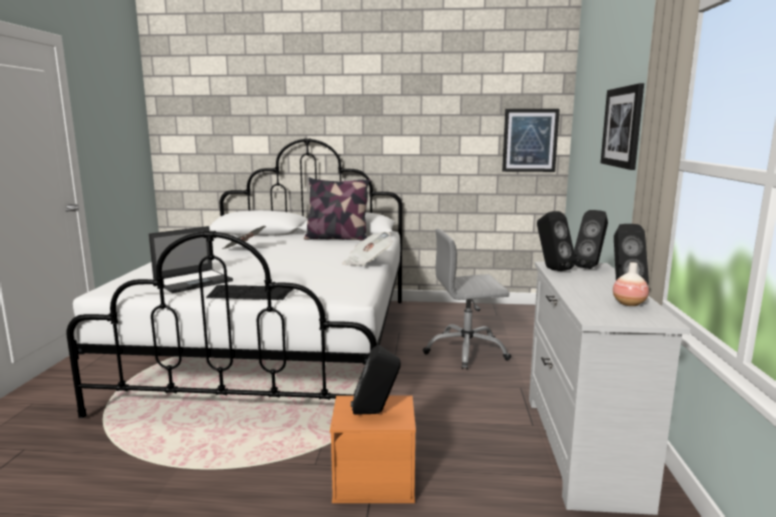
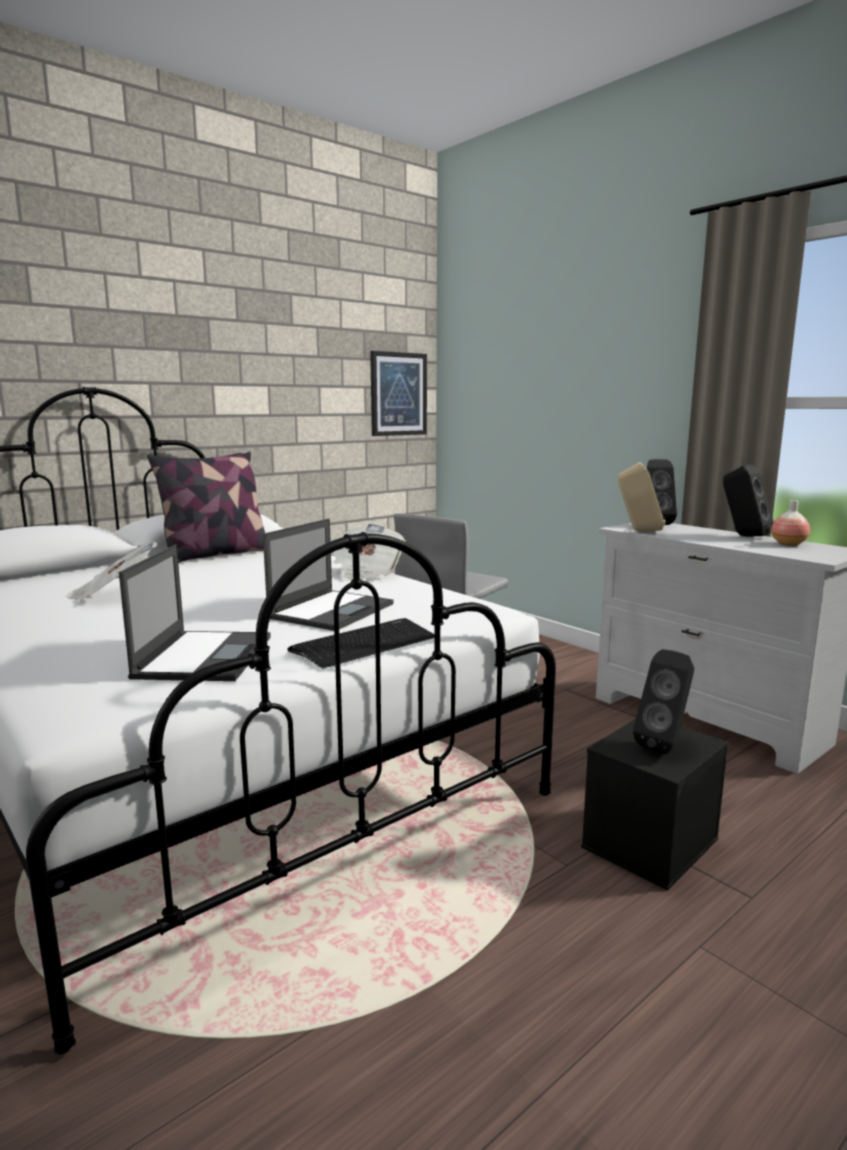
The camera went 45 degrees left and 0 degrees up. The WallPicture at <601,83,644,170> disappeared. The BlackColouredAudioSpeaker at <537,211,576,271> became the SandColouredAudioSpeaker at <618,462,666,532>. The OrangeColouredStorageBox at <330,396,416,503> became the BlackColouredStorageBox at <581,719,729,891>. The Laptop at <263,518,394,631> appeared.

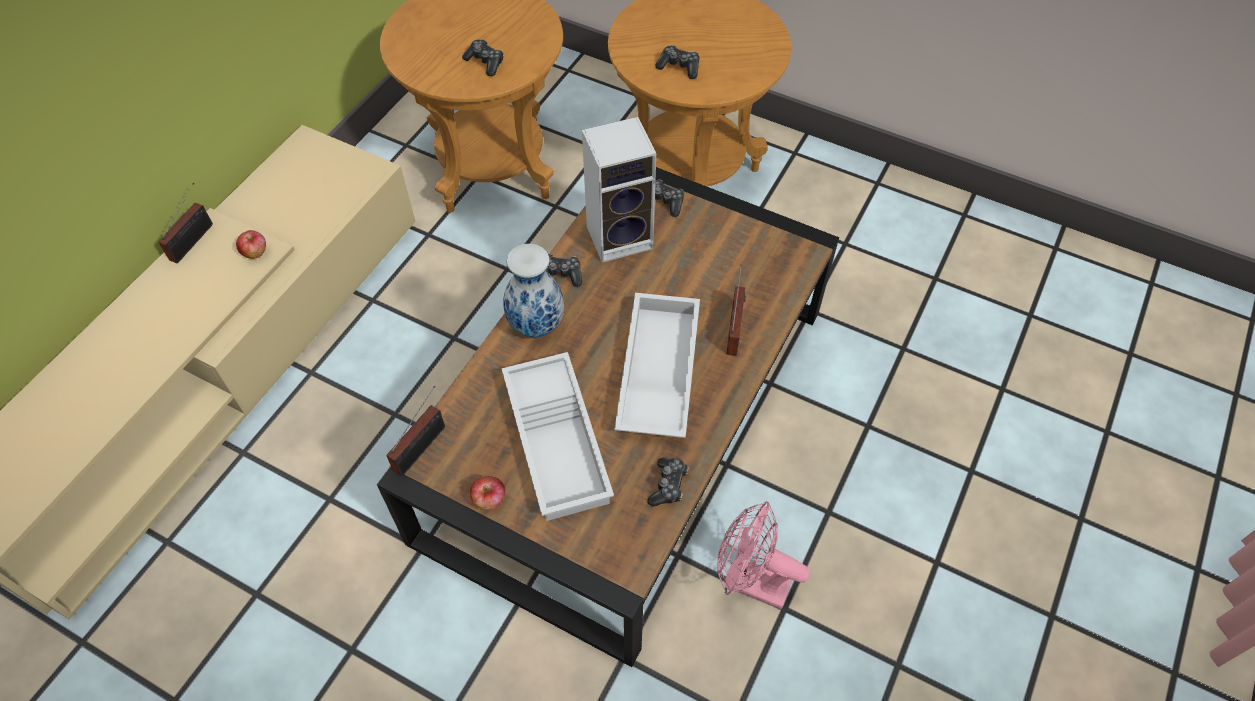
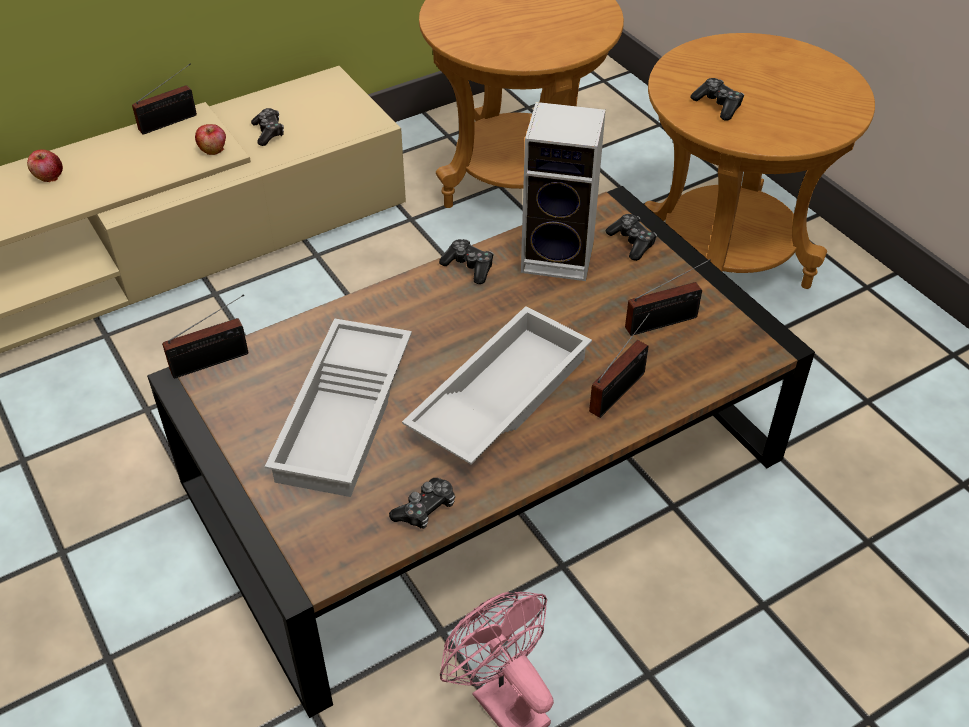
The camera went 30 degrees right and 10 degrees down. The GameController moved from <462,39,503,76> to <251,108,284,146>. The Vase at <503,244,564,337> disappeared. The AppleFruit moved from <470,476,505,510> to <27,149,63,182>. The Radio at <625,259,711,336> appeared.

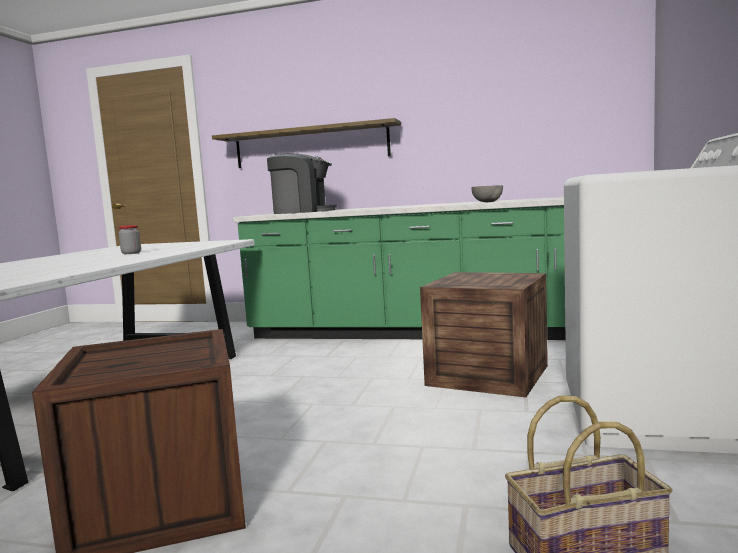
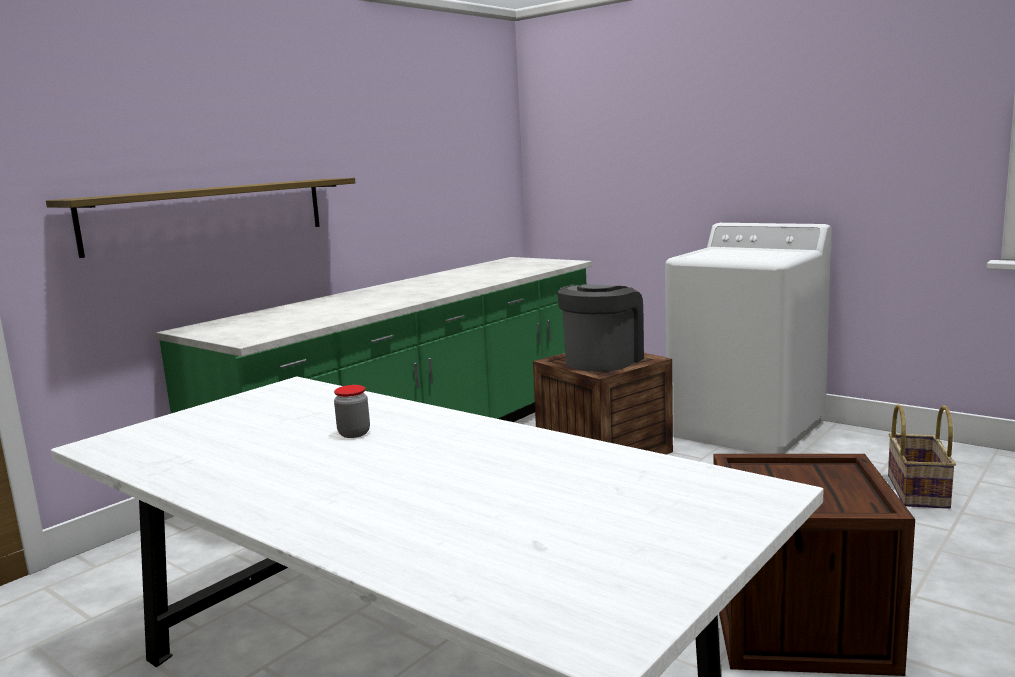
The camera went 65 degrees left and 5 degrees up. The CoffeeMachine moved from <267,153,337,214> to <557,284,644,371>. The GrayBowl at <471,185,503,202> disappeared.

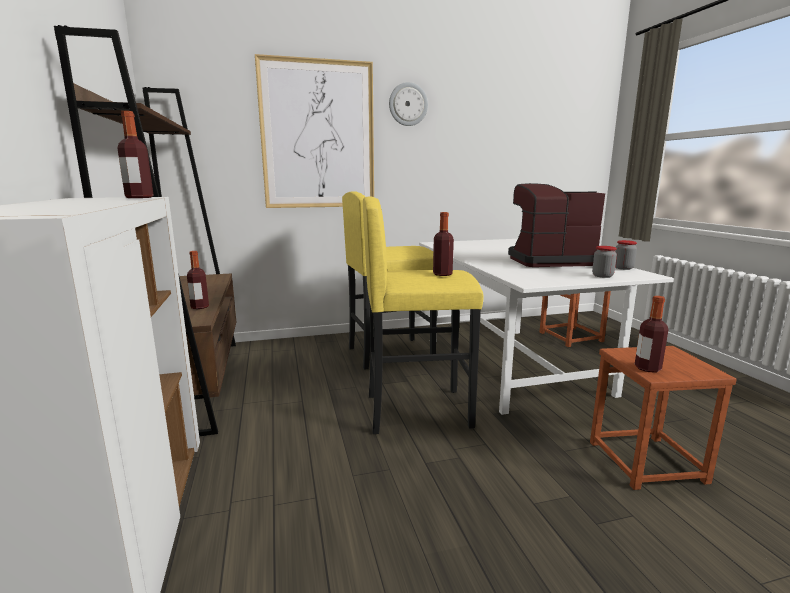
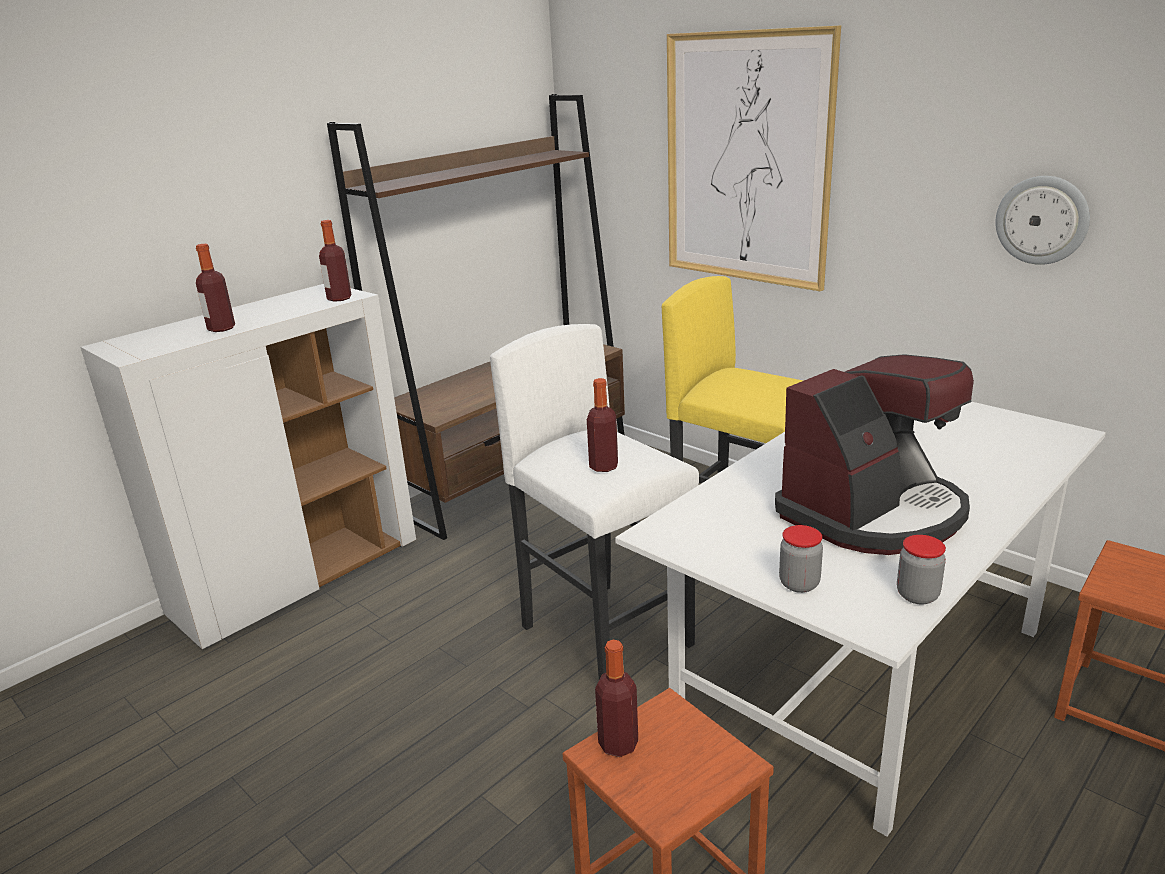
The camera went 60 degrees right and 10 degrees up. The HangingClock moved from <389,82,428,126> to <995,176,1090,265>. The CoffeeMachine at <508,183,605,267> turned 90 degrees clockwise. The YellowishStoolSeat at <363,197,484,434> became the WhiteStoolSeat at <490,324,699,679>. The DrinkBottle moved from <187,251,209,309> to <196,244,235,332>.

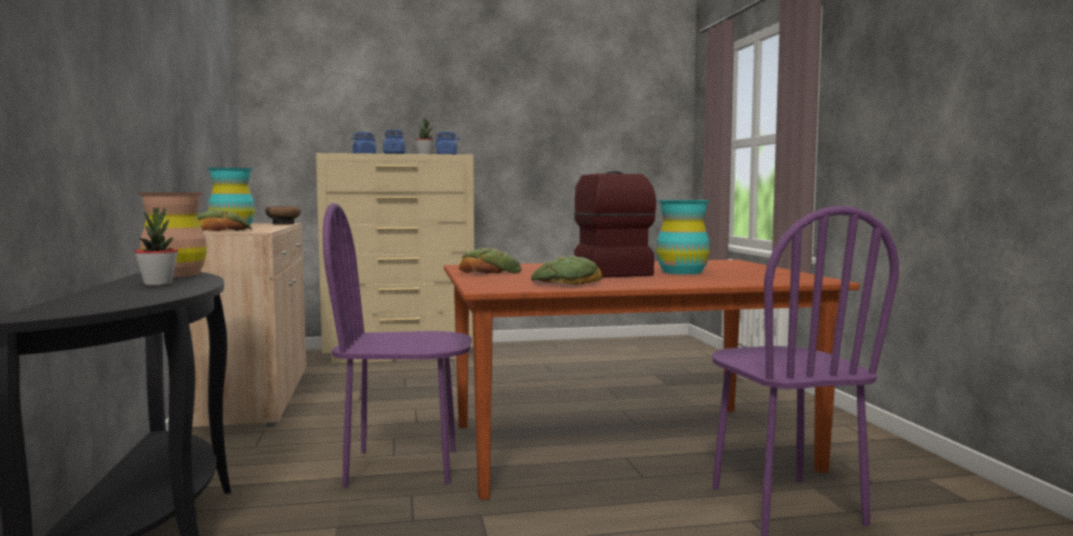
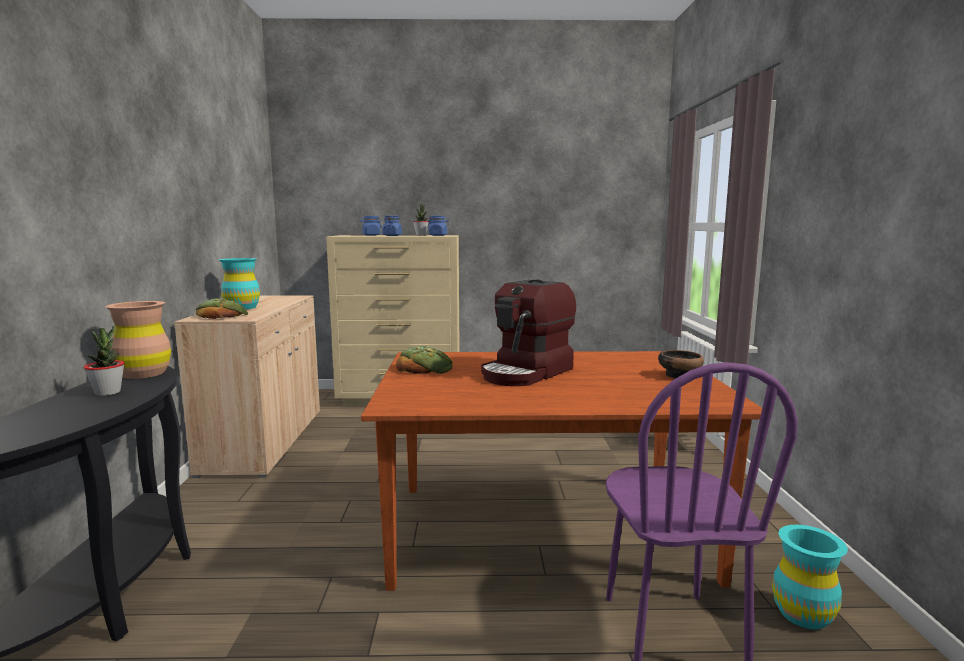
The camera went 10 degrees right and 5 degrees up. The CoffeeMachine at <567,171,656,277> turned 135 degrees counterclockwise. The TurquoiseColouredVase moved from <656,200,710,274> to <772,525,848,629>. The PurplishUprightChair at <323,203,472,488> disappeared. The Bowl moved from <265,206,301,225> to <658,350,704,379>. The Bread at <531,256,602,285> disappeared.

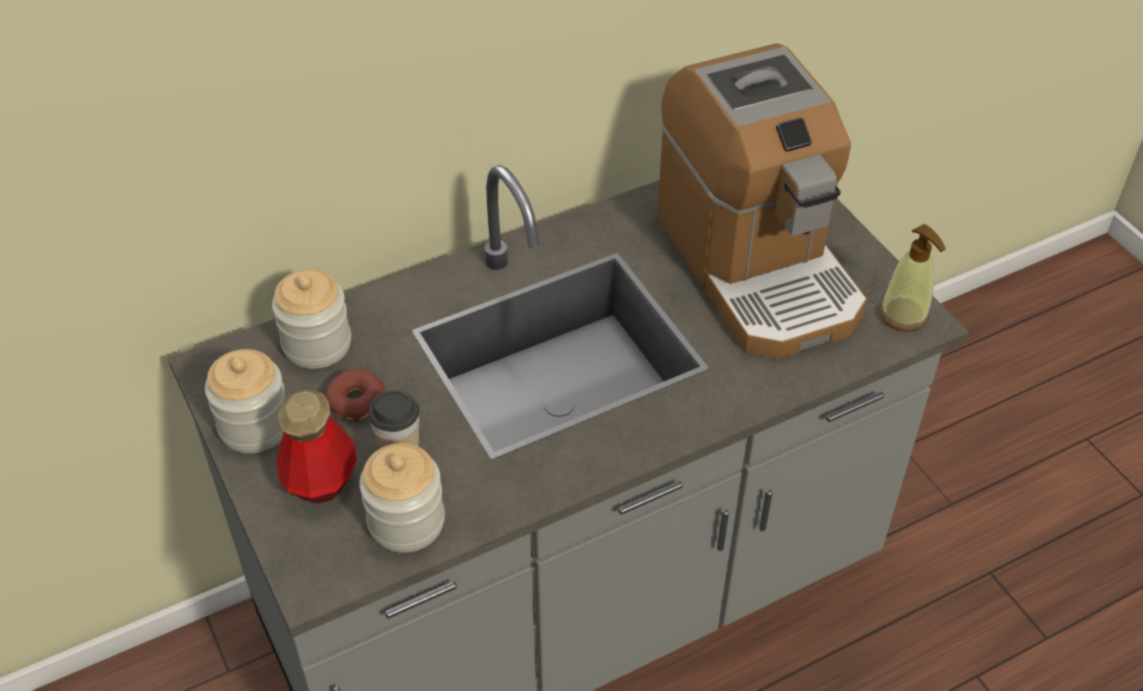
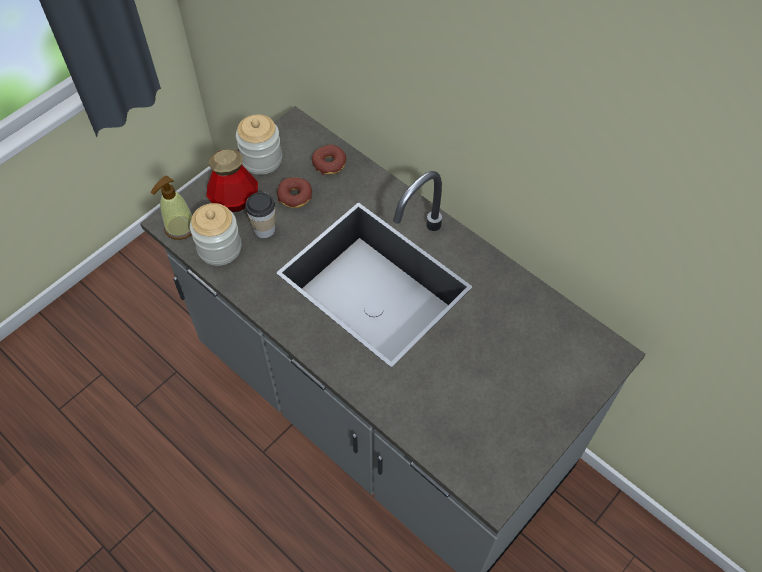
The camera went 70 degrees right and 10 degrees up. The CoffeeMachine at <657,43,867,359> disappeared. The SoapDispenser moved from <879,224,946,332> to <151,175,192,240>. The Jar at <272,269,351,369> was replaced by the RingDoughnut at <312,145,346,175>.

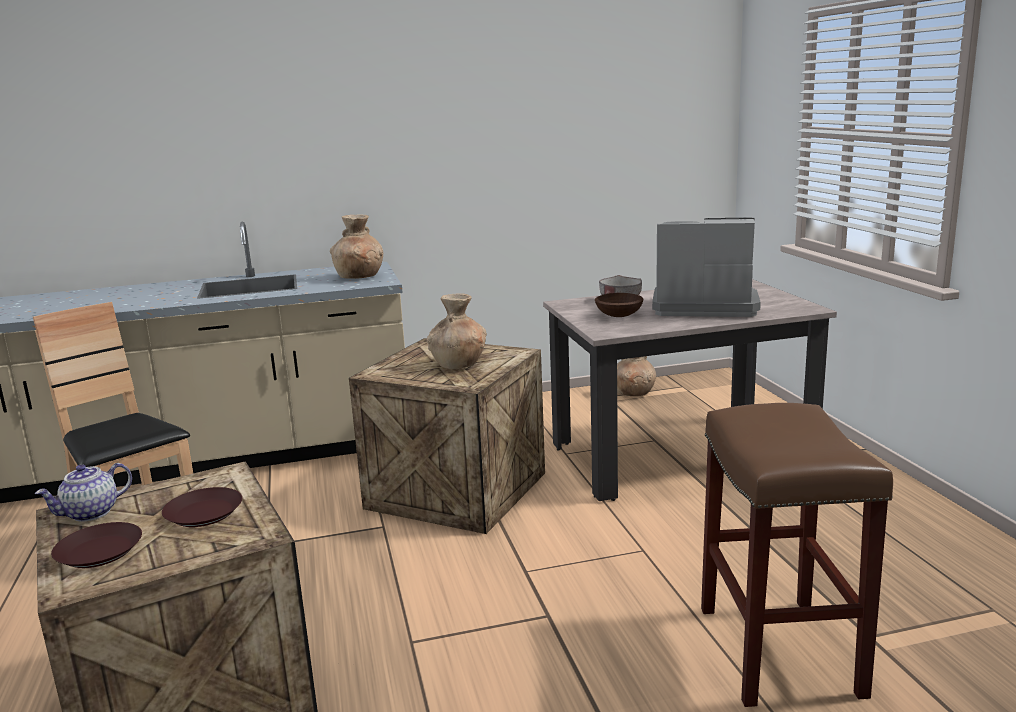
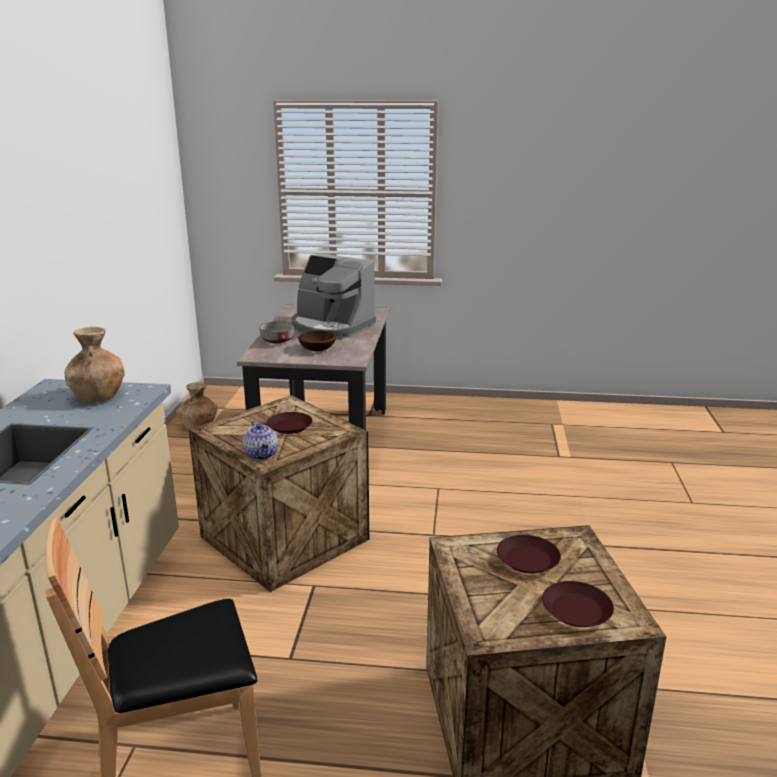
The camera went 70 degrees left and 5 degrees up. The CoffeeMachine at <652,217,761,317> turned 90 degrees counterclockwise. The BrownVase at <427,293,487,369> was replaced by the BrownDinnerPlate at <267,412,312,434>. The BrownStoolSeat at <701,403,893,707> disappeared. The TeaPot moved from <35,463,132,522> to <243,421,278,460>.

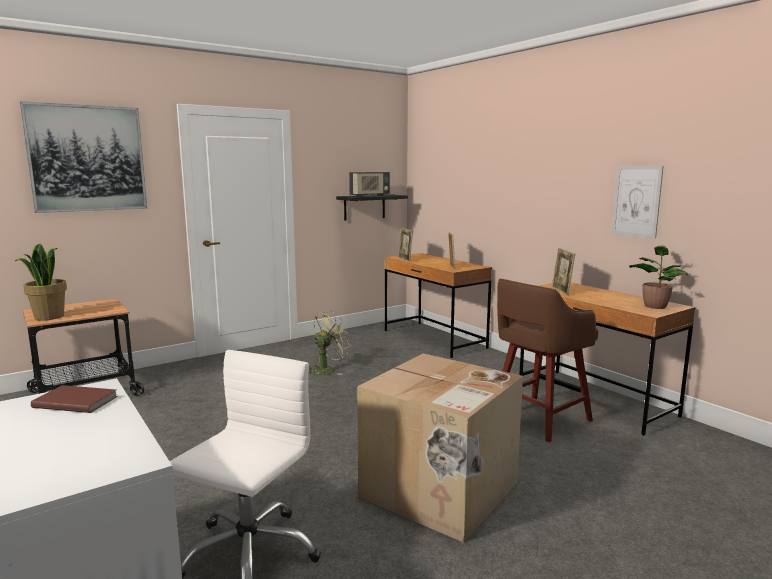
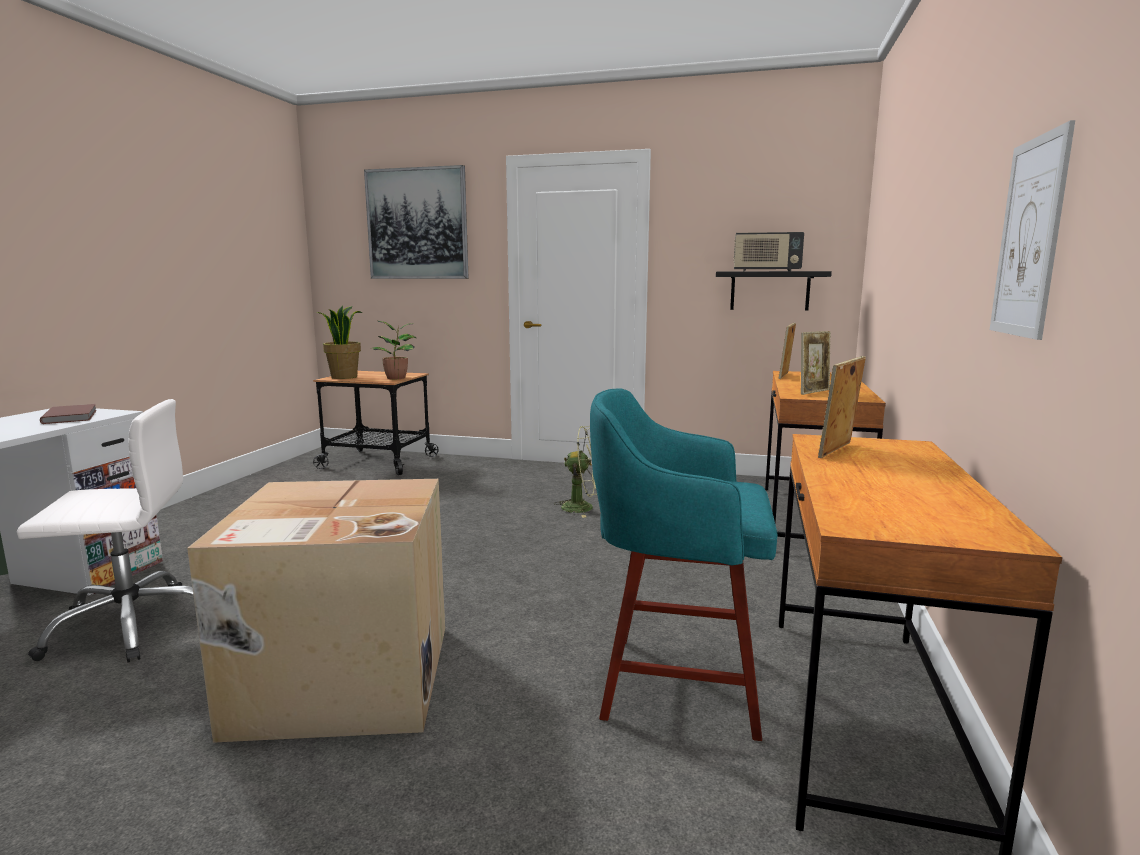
The camera went 50 degrees right and 0 degrees up. The PlantInAPot moved from <629,245,688,309> to <371,321,416,379>. The BrownStoolSeat at <497,279,598,442> became the TurquoiseColouredStoolSeat at <590,389,778,741>.

